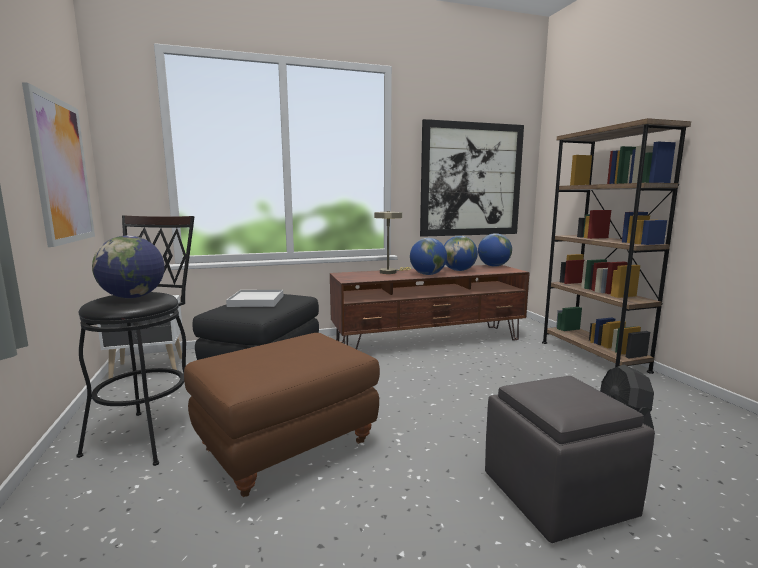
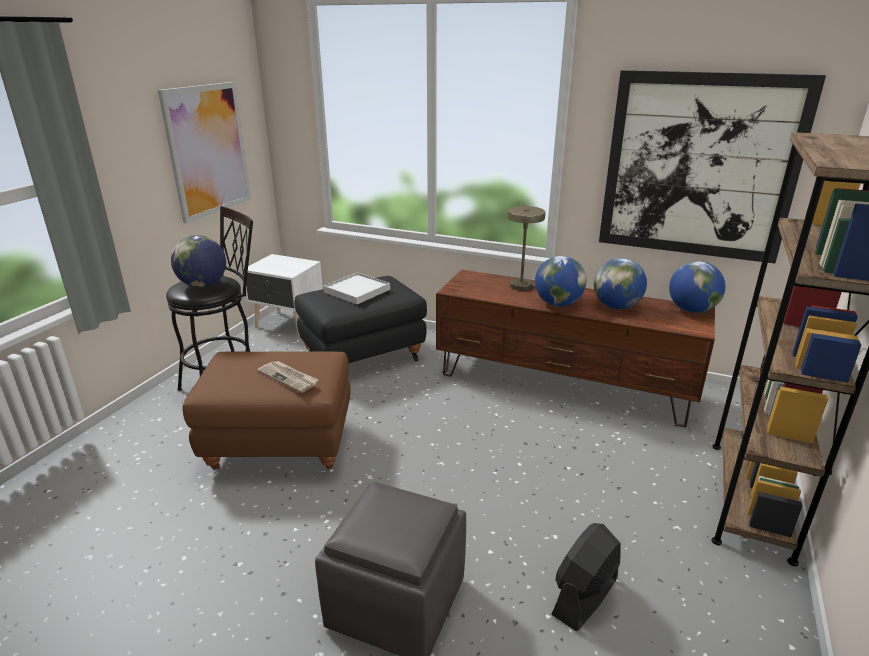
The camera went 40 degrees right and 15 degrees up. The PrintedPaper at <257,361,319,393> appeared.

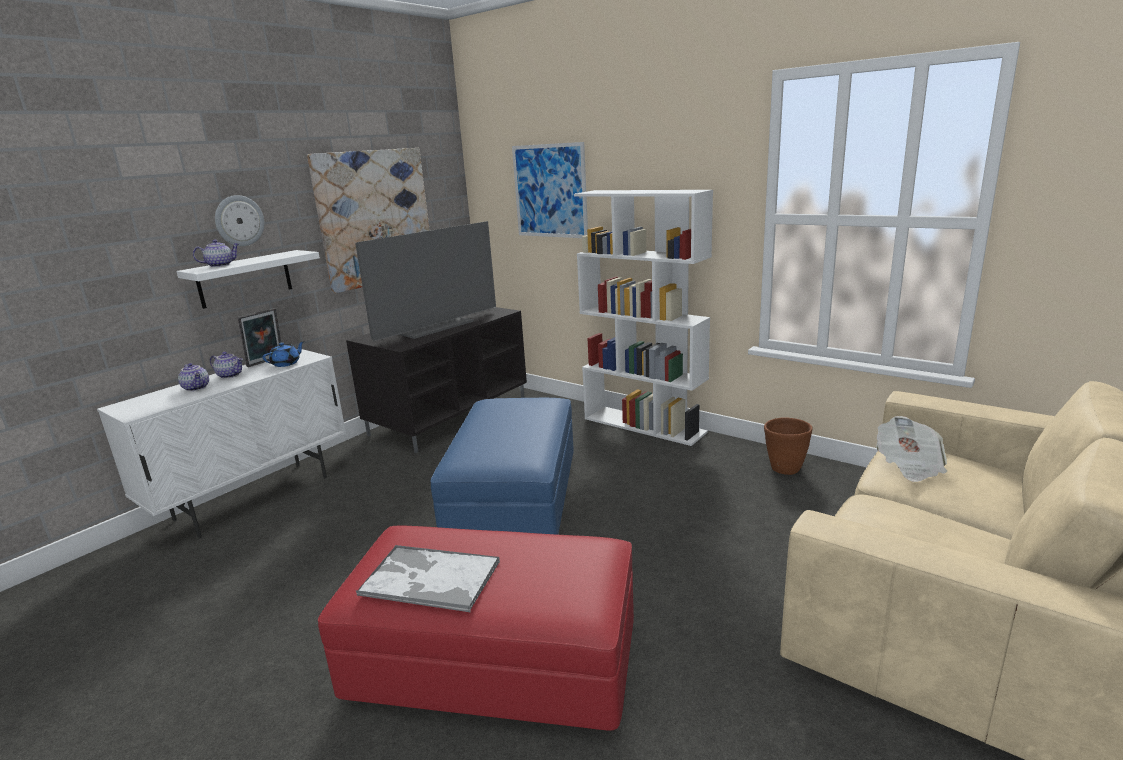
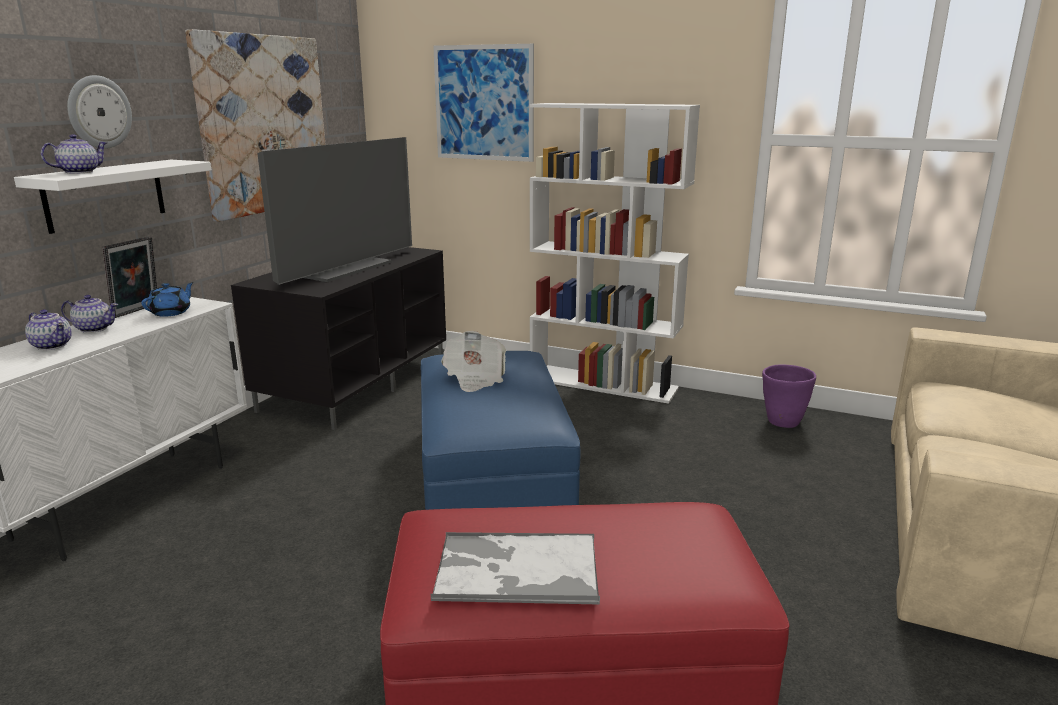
The camera went 15 degrees left and 0 degrees up. The PrintedPaper moved from <876,416,947,482> to <441,331,506,392>. The BrownFlowerPot at <764,417,813,475> became the PurplishFlowerPot at <762,365,816,428>.

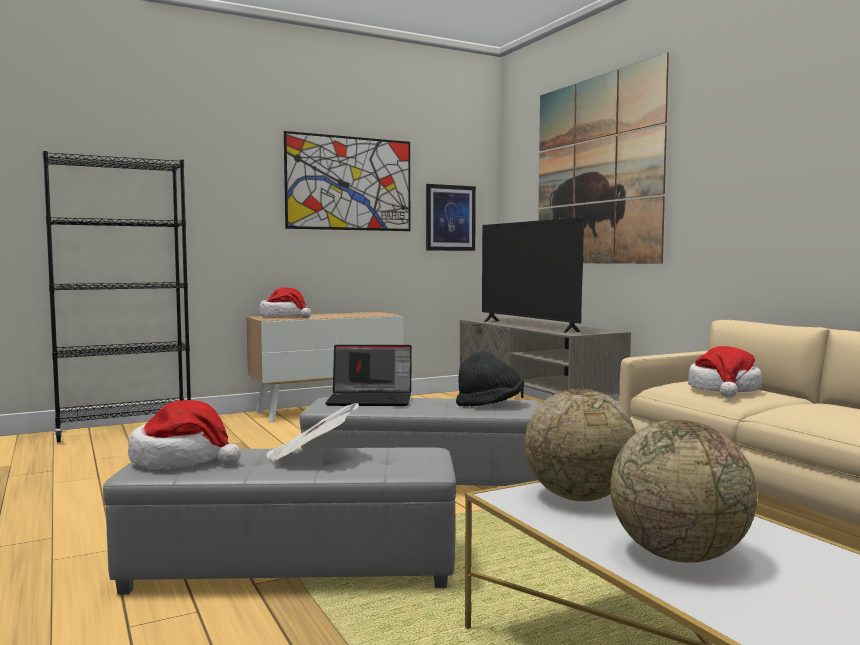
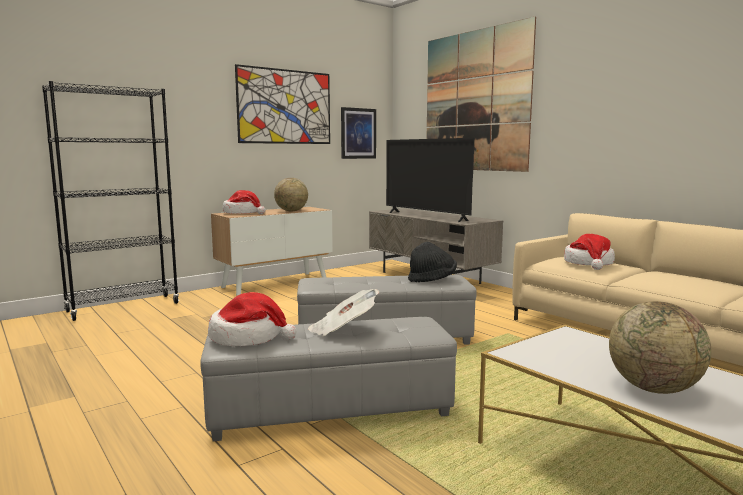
The camera went 10 degrees left and 5 degrees up. The Laptop at <325,345,412,406> disappeared. The WorldGlobe moved from <525,389,636,501> to <274,178,308,211>.

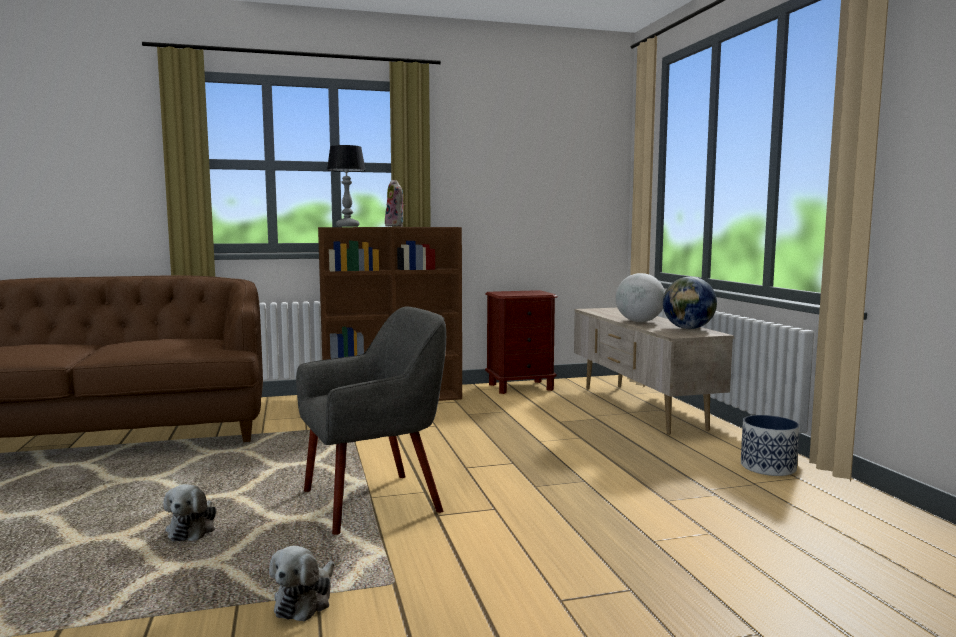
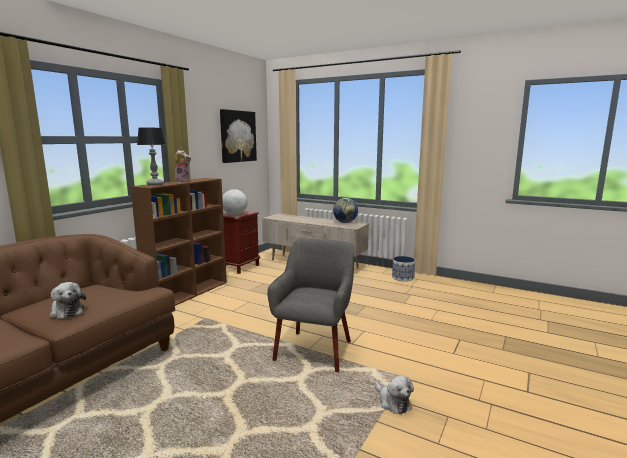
The camera went 45 degrees left and 5 degrees up. The WorldGlobe moved from <615,273,665,322> to <222,189,248,215>. The CuddlyToy moved from <163,484,216,541> to <49,282,86,319>. The WallPicture at <220,109,257,163> appeared.

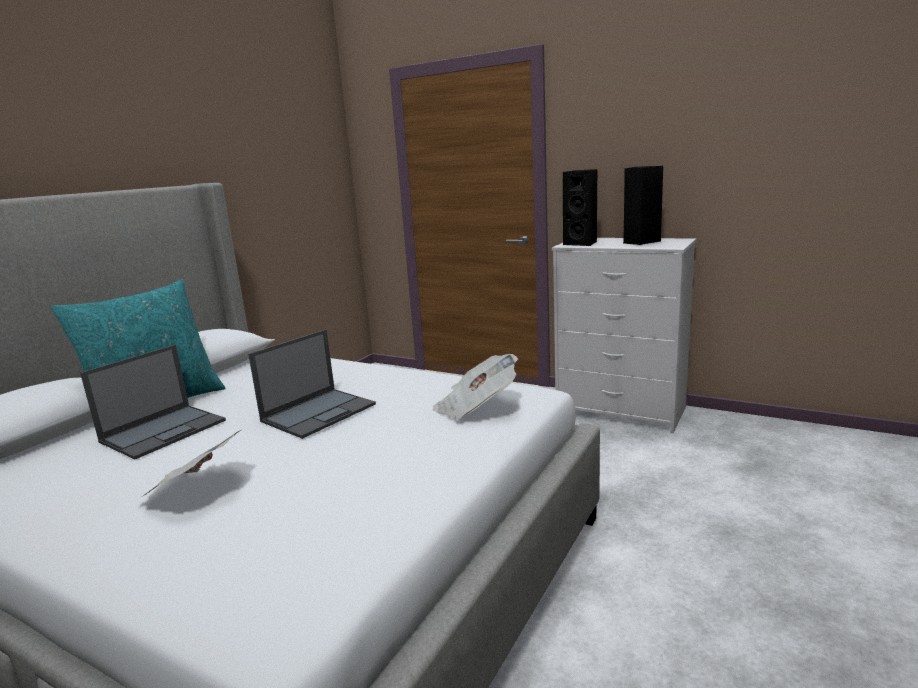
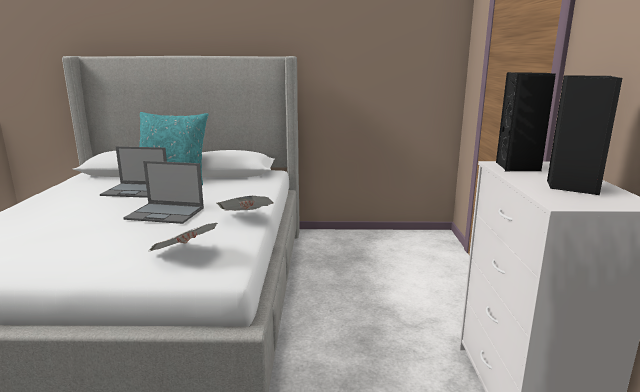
The camera went 60 degrees right and 0 degrees up. The PrintedPaper moved from <138,430,241,499> to <217,196,274,211>.

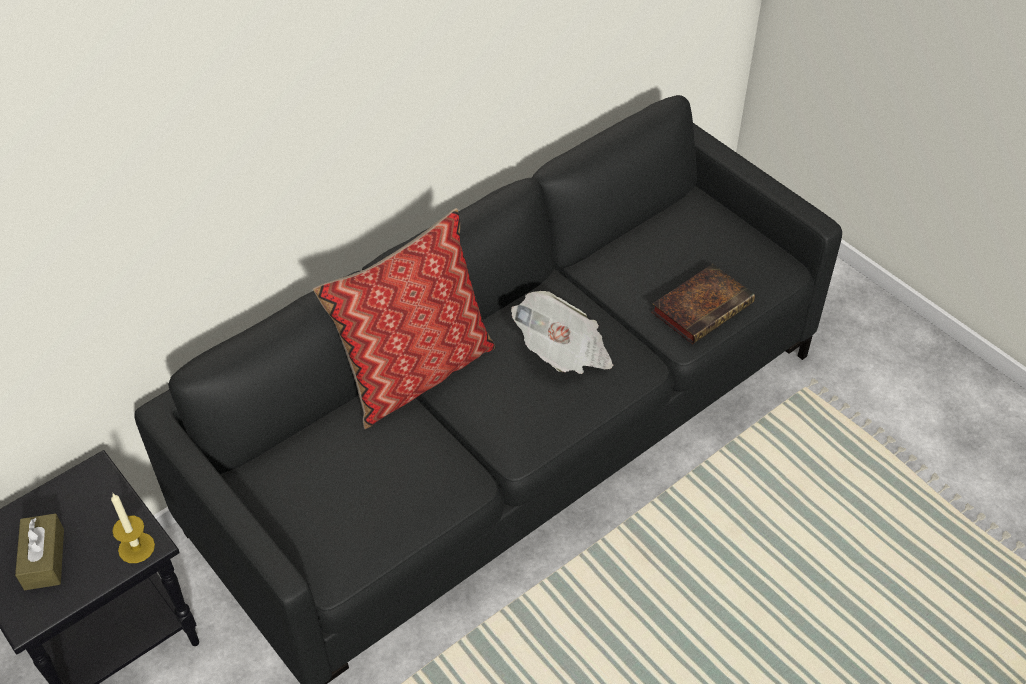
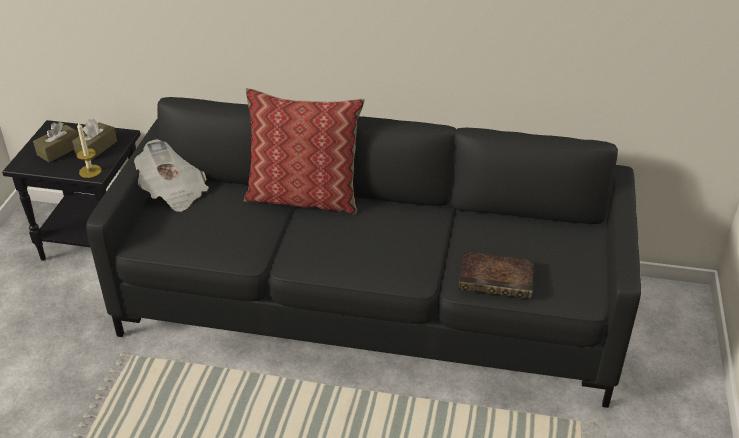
The camera went 50 degrees right and 10 degrees down. The PrintedPaper moved from <511,291,613,374> to <134,139,209,212>. The BrownTissueBox at <72,119,117,160> appeared.

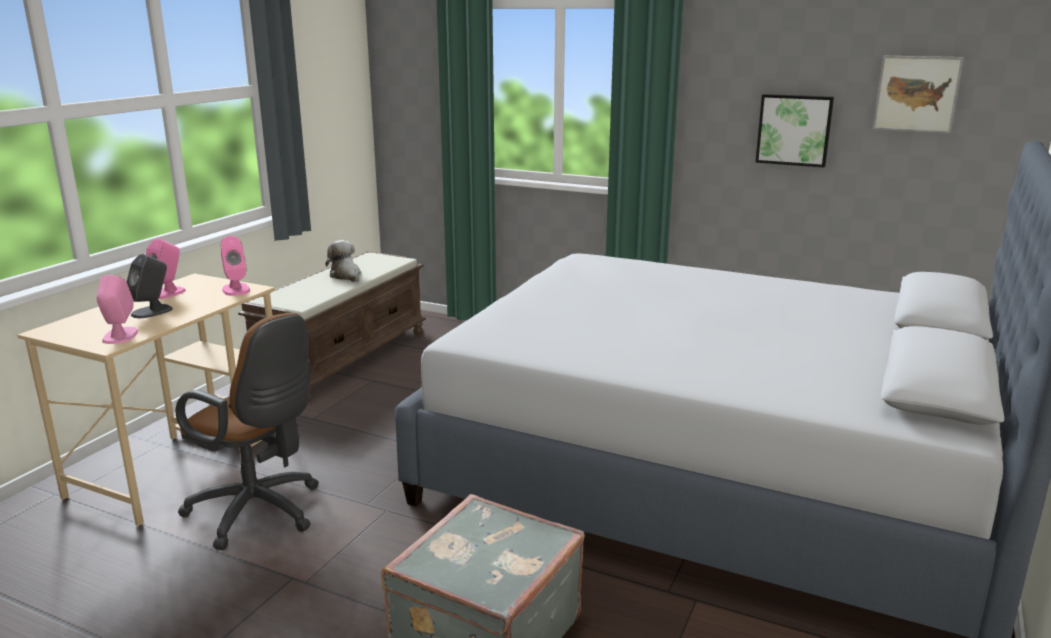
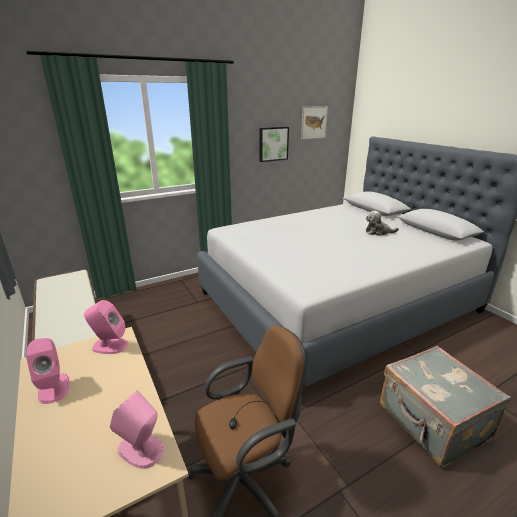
The camera went 55 degrees left and 5 degrees up. The CuddlyToy moved from <325,240,361,282> to <366,211,399,236>. The GrayAudioSpeaker at <127,254,173,318> disappeared.

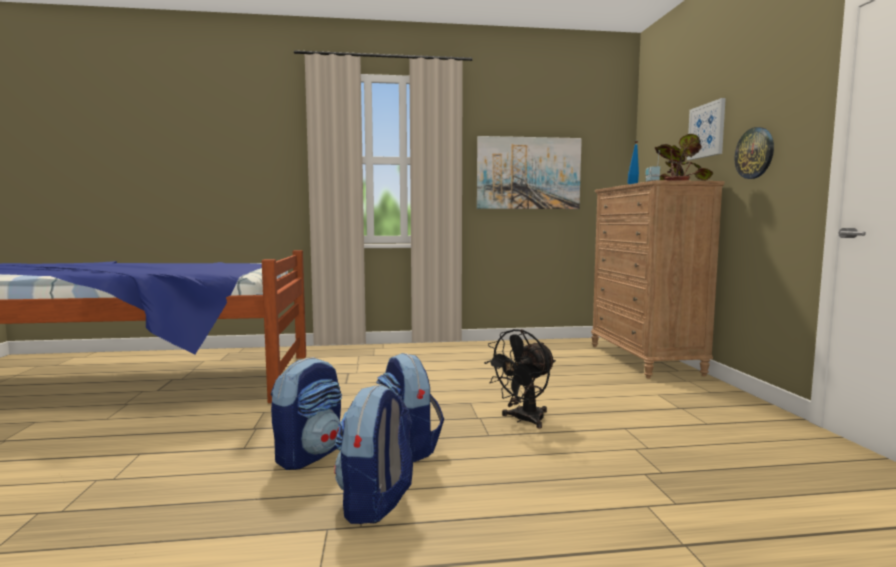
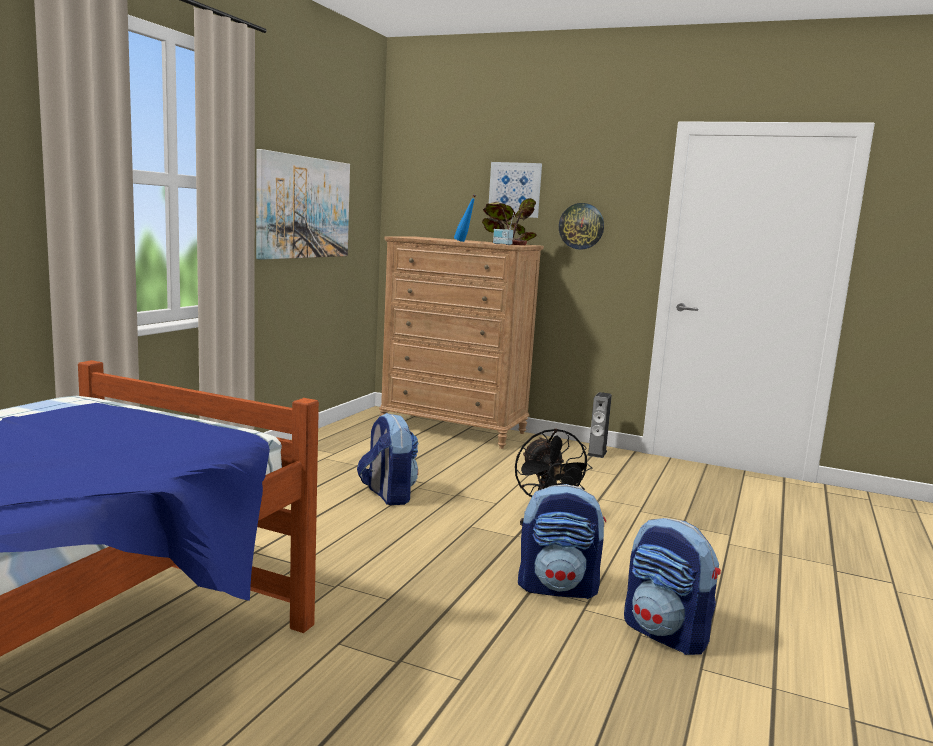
The camera went 60 degrees left and 5 degrees up. The Backpack moved from <271,357,342,470> to <357,413,419,505>. The AudioSpeaker at <587,392,612,458> appeared.

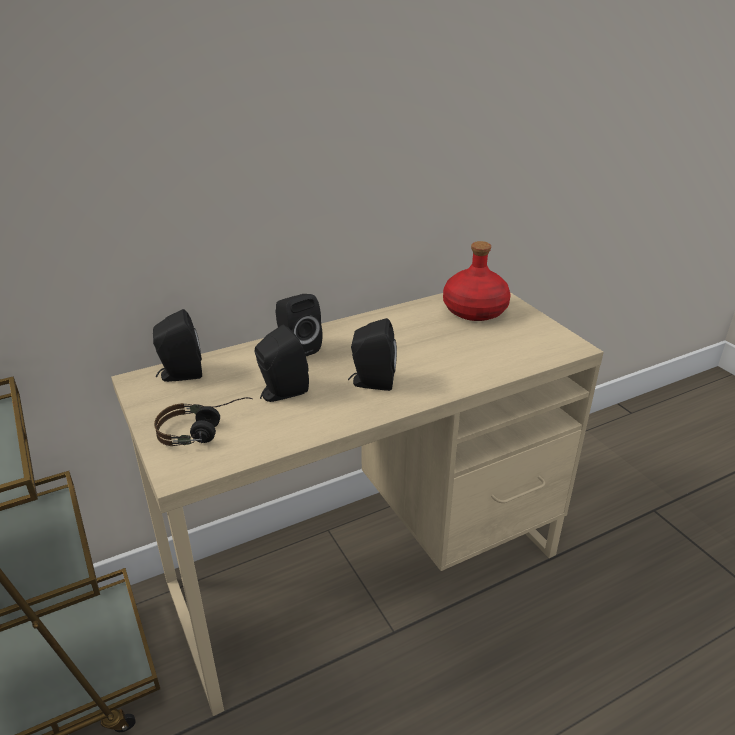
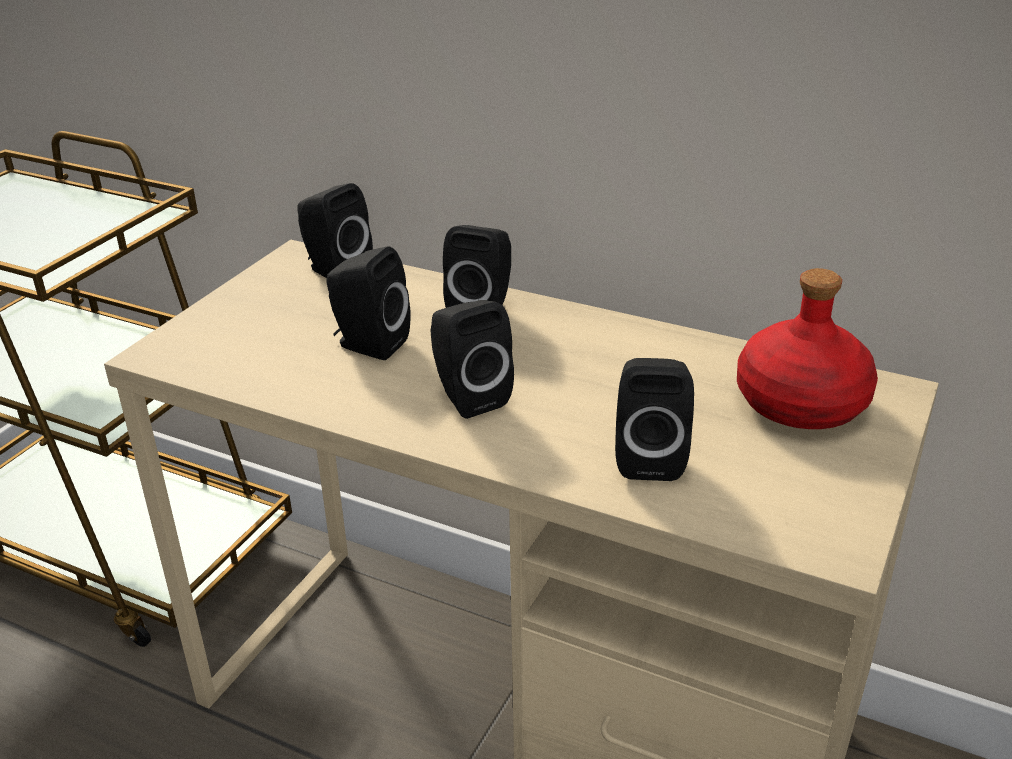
The camera went 55 degrees right and 0 degrees up. The PairOfHeadphones at <154,397,253,446> disappeared. The BlackColouredAudioSpeaker at <615,358,694,481> appeared.

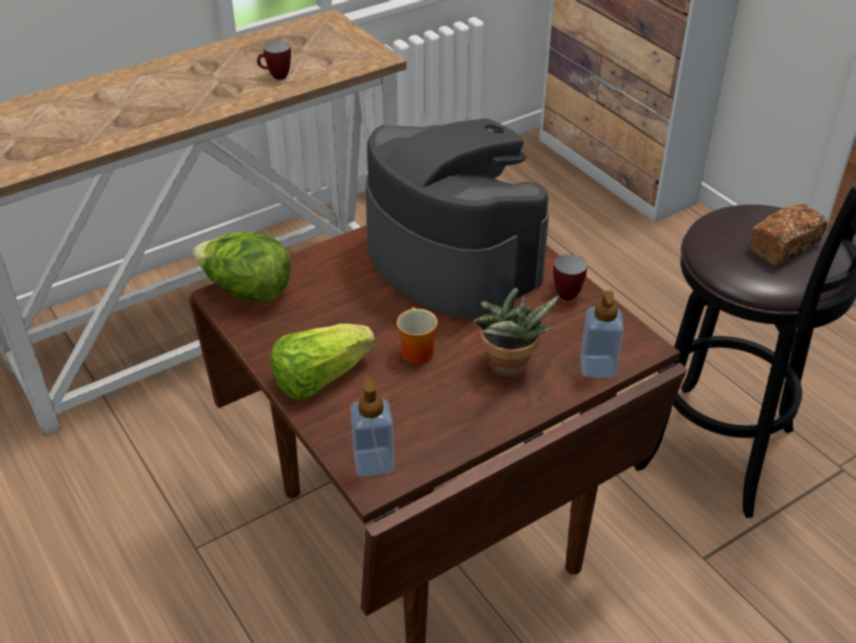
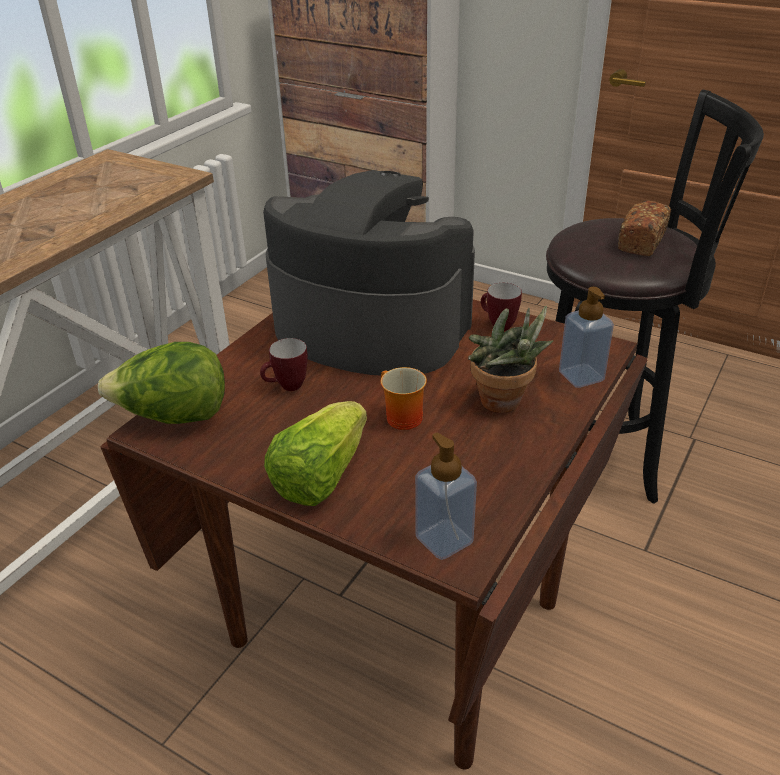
The camera went 25 degrees left and 5 degrees down. The TeaMug moved from <257,41,291,80> to <260,338,308,391>.

